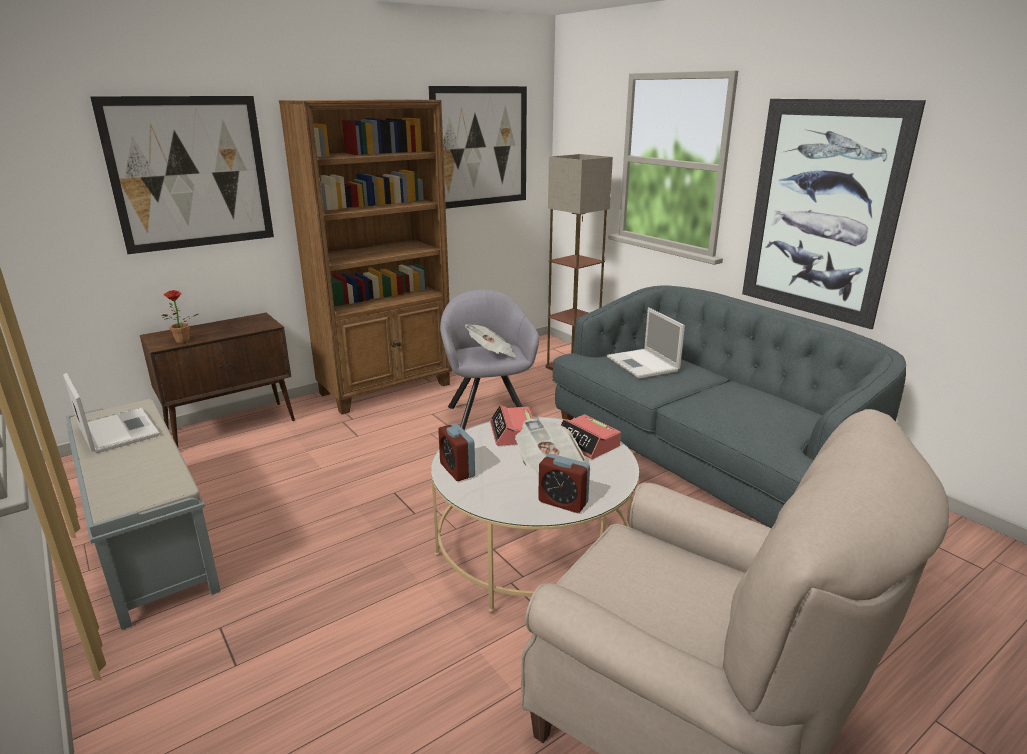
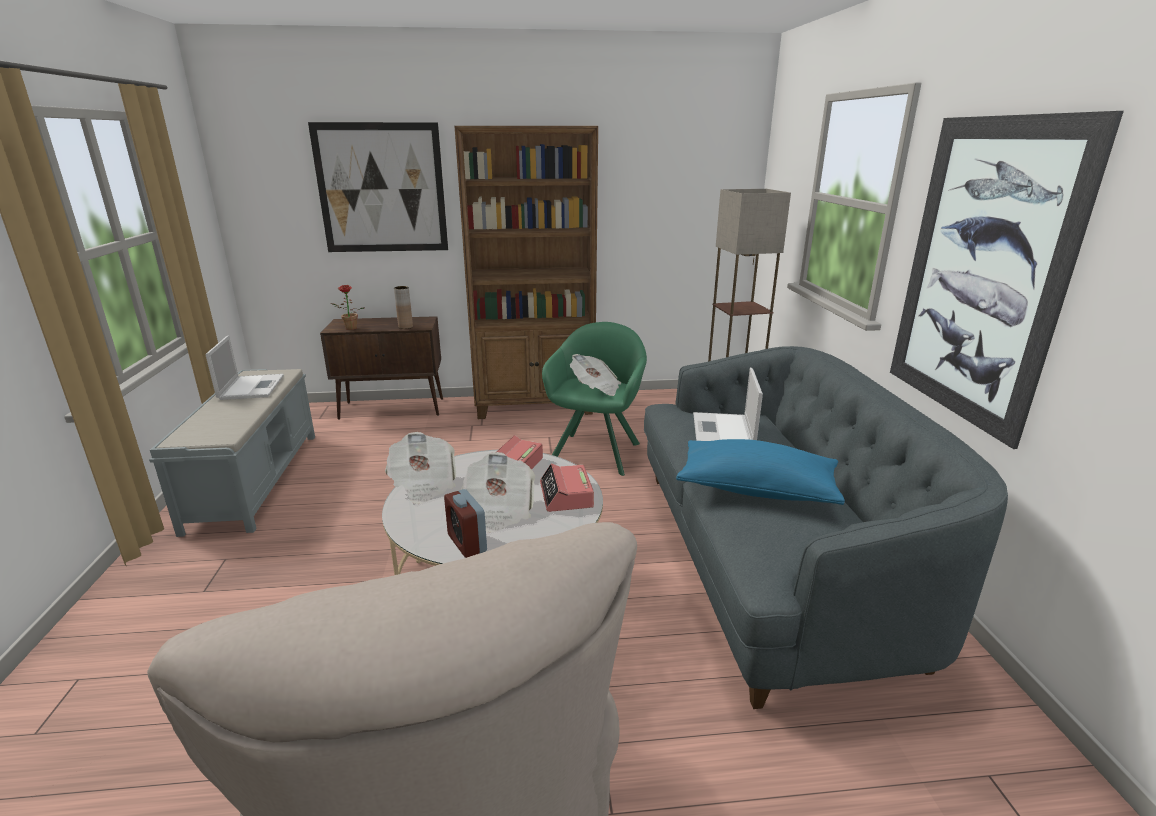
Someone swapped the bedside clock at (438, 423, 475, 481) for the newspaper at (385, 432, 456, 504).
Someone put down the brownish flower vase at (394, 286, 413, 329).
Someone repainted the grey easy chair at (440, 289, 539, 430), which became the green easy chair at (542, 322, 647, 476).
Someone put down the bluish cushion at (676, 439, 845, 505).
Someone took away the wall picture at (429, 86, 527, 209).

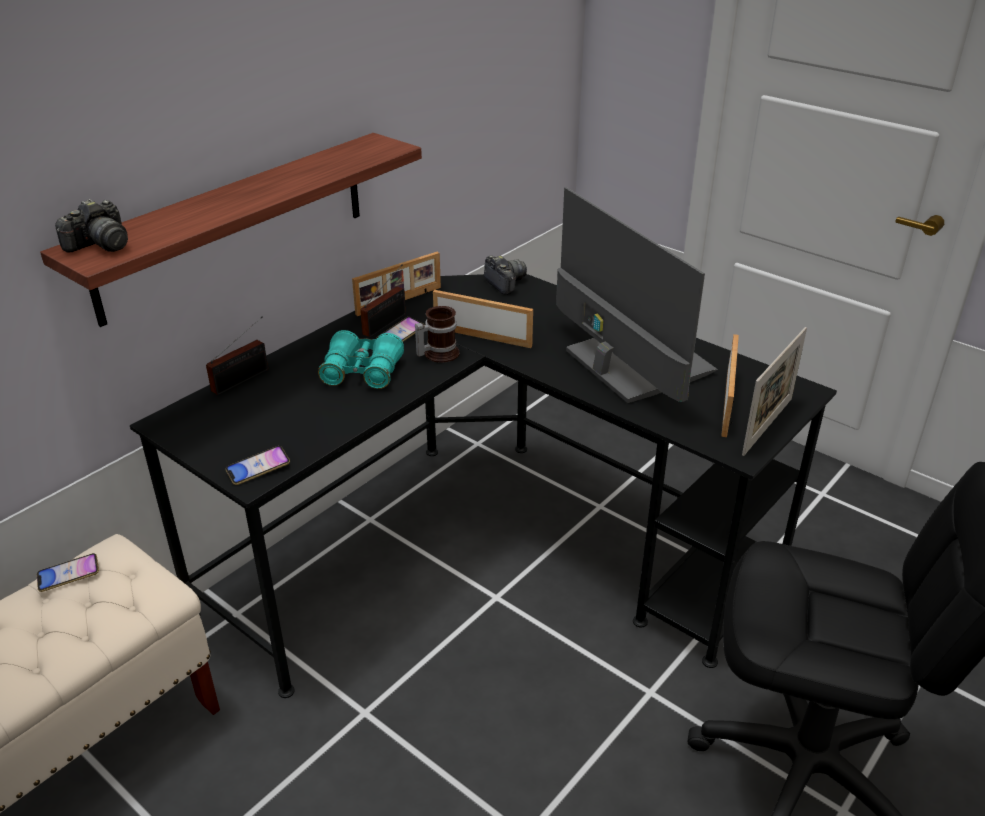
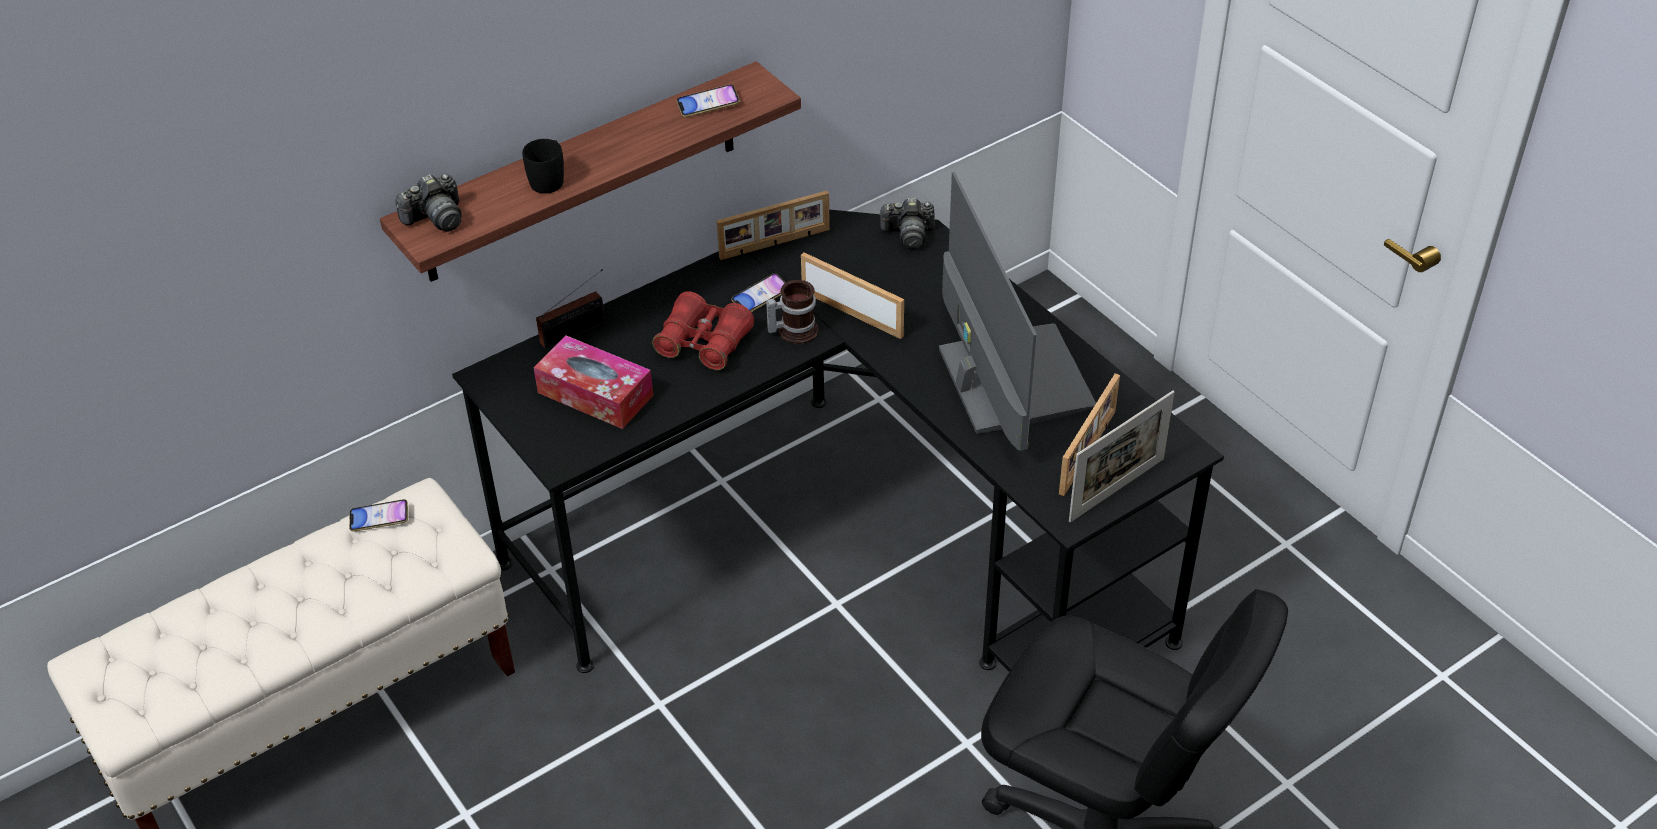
Someone put down the black mug at (522, 139, 564, 194).
Someone put down the tissue holder at (534, 335, 653, 429).
Someone repainted the turquoise-coloured binoculars at (318, 330, 404, 389), which became the red-coloured binoculars at (652, 291, 754, 370).
Someone carried the telephone from (225, 446, 290, 485) to (676, 84, 740, 117).
Someone rotated the still camera at (484, 256, 527, 295) by 105 degrees clockwise.
Someone took away the radio receiver at (360, 265, 406, 337).

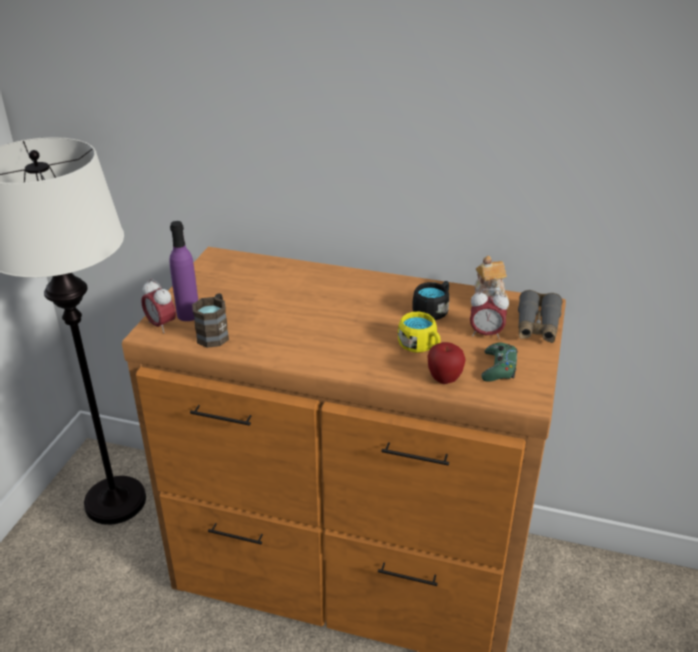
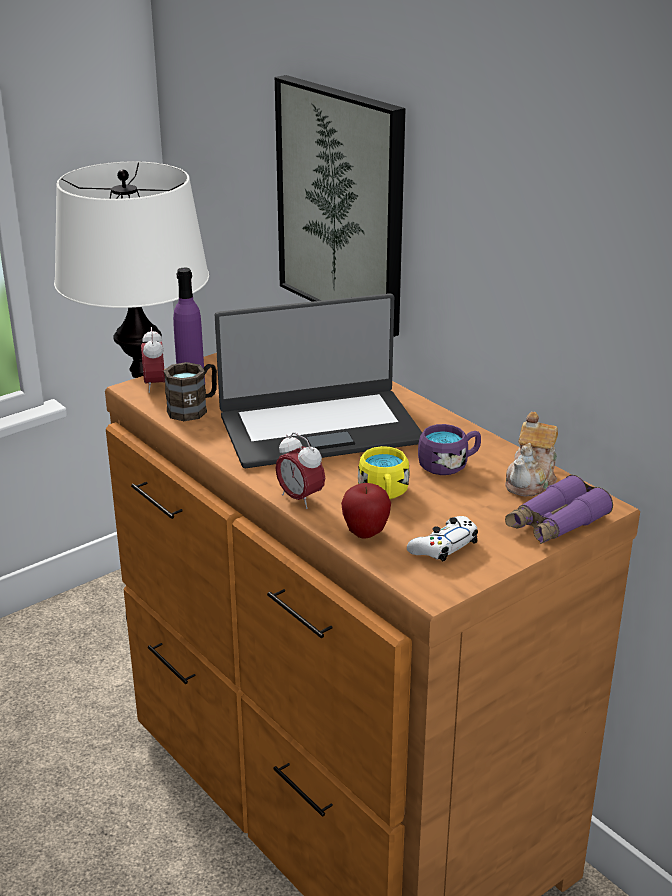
Someone put down the notebook computer at (215, 293, 422, 468).
Someone put up the wall picture at (275, 75, 405, 337).
Someone carried the bedside clock from (470, 289, 509, 339) to (275, 433, 325, 509).
Someone repainted the green gamepad at (481, 342, 518, 382), which became the whitish gamepad at (407, 516, 478, 561).
Someone repainted the black mug at (412, 281, 449, 320), which became the purple mug at (418, 424, 481, 475).
Someone repainted the grey binoculars at (518, 290, 562, 343), which became the purple binoculars at (505, 475, 613, 544).

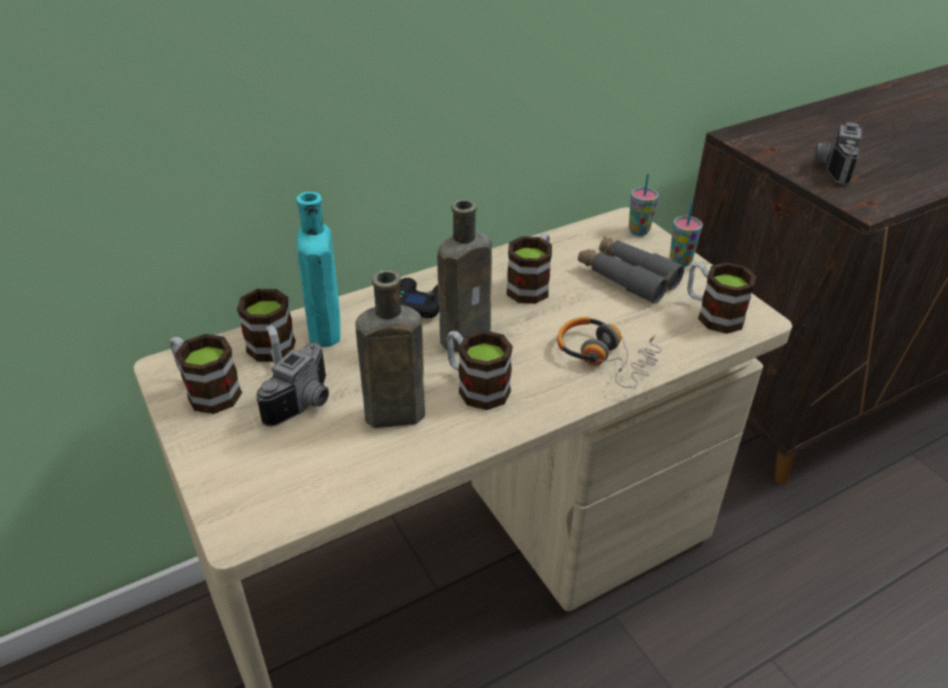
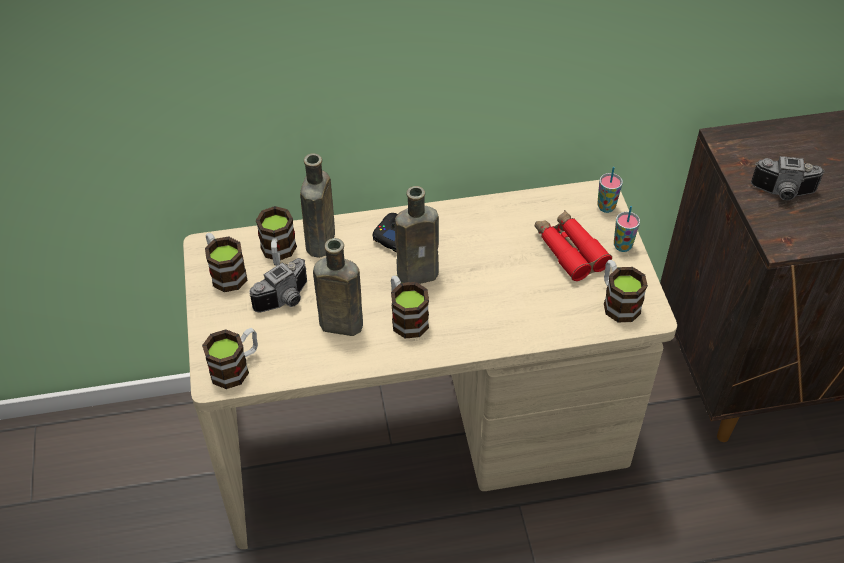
Someone carried the mug from (506, 233, 552, 304) to (202, 328, 258, 389).
Someone repainted the turquoise-coloured drink bottle at (296, 192, 340, 347), which became the brownish drink bottle at (300, 153, 335, 258).
Someone repainted the grey binoculars at (578, 236, 684, 304), which became the red-coloured binoculars at (535, 210, 612, 281).
Someone rotated the still camera at (814, 122, 862, 185) by 120 degrees counterclockwise.
Someone took away the headphones at (557, 317, 662, 388).

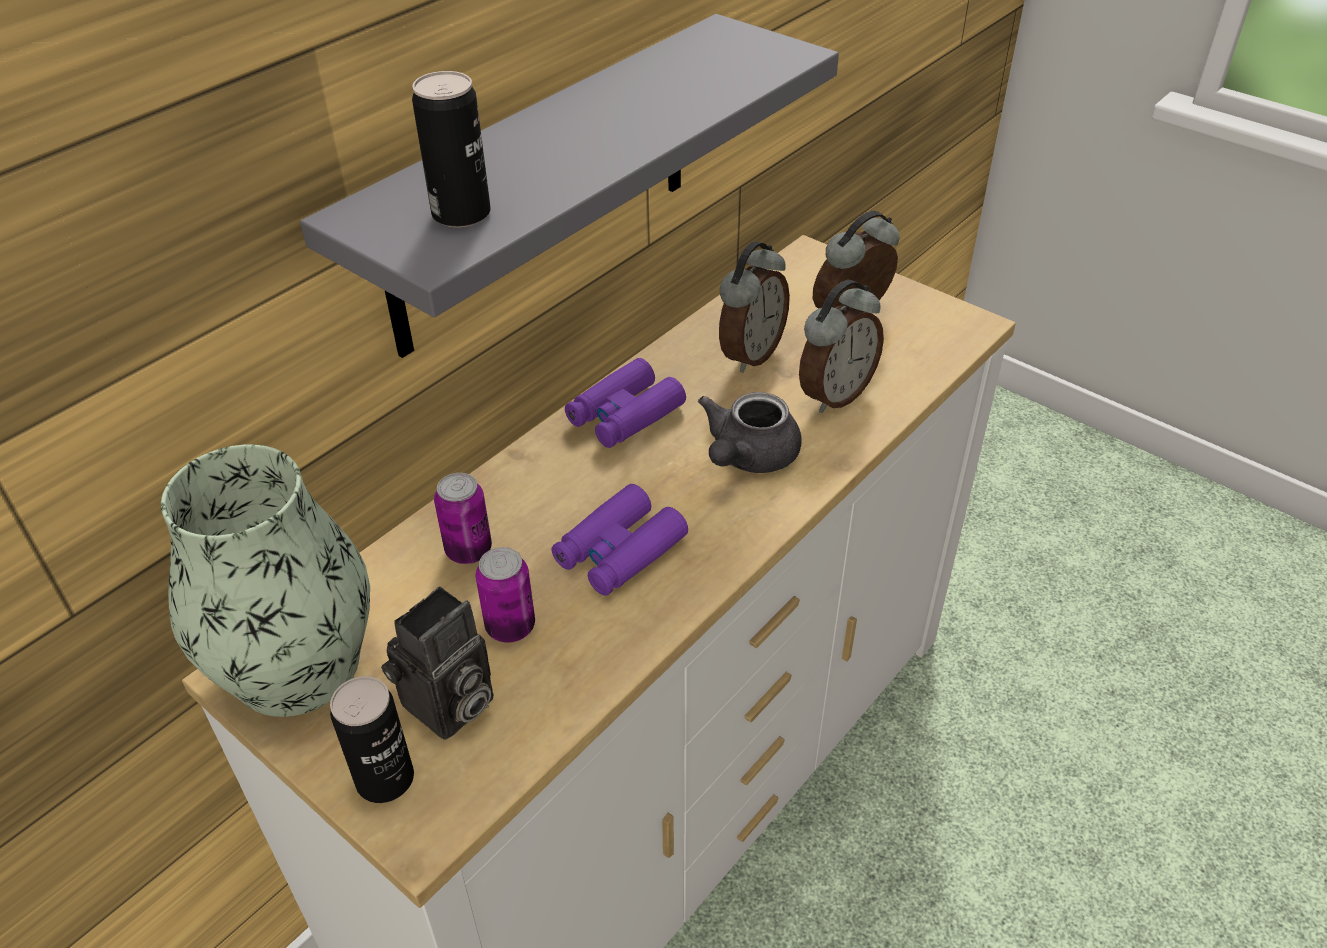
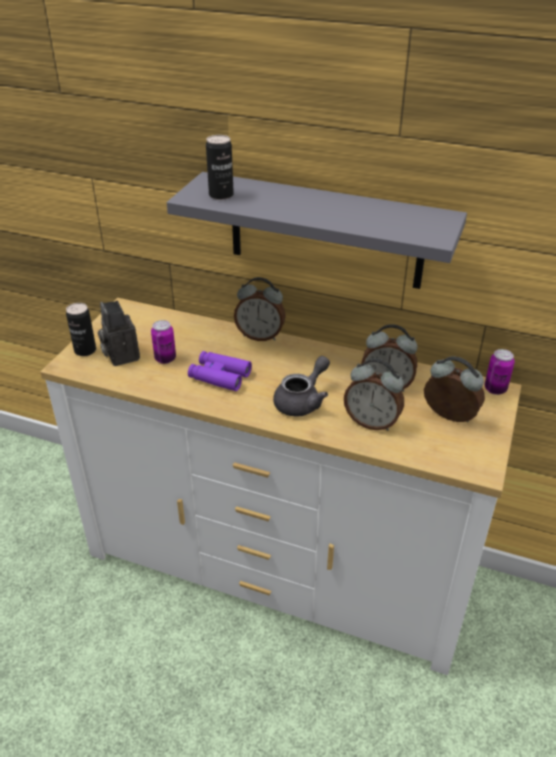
Someone rotated the still camera at (381, 586, 493, 740) by 45 degrees clockwise.
Someone put down the bedside clock at (234, 277, 286, 341).
Someone rotated the grey pot for tea at (698, 392, 801, 473) by 120 degrees clockwise.
Someone carried the sealed can from (434, 473, 492, 564) to (485, 349, 515, 395).
Someone took away the flower vase at (161, 445, 370, 717).
Someone took away the purple binoculars at (565, 358, 686, 448).

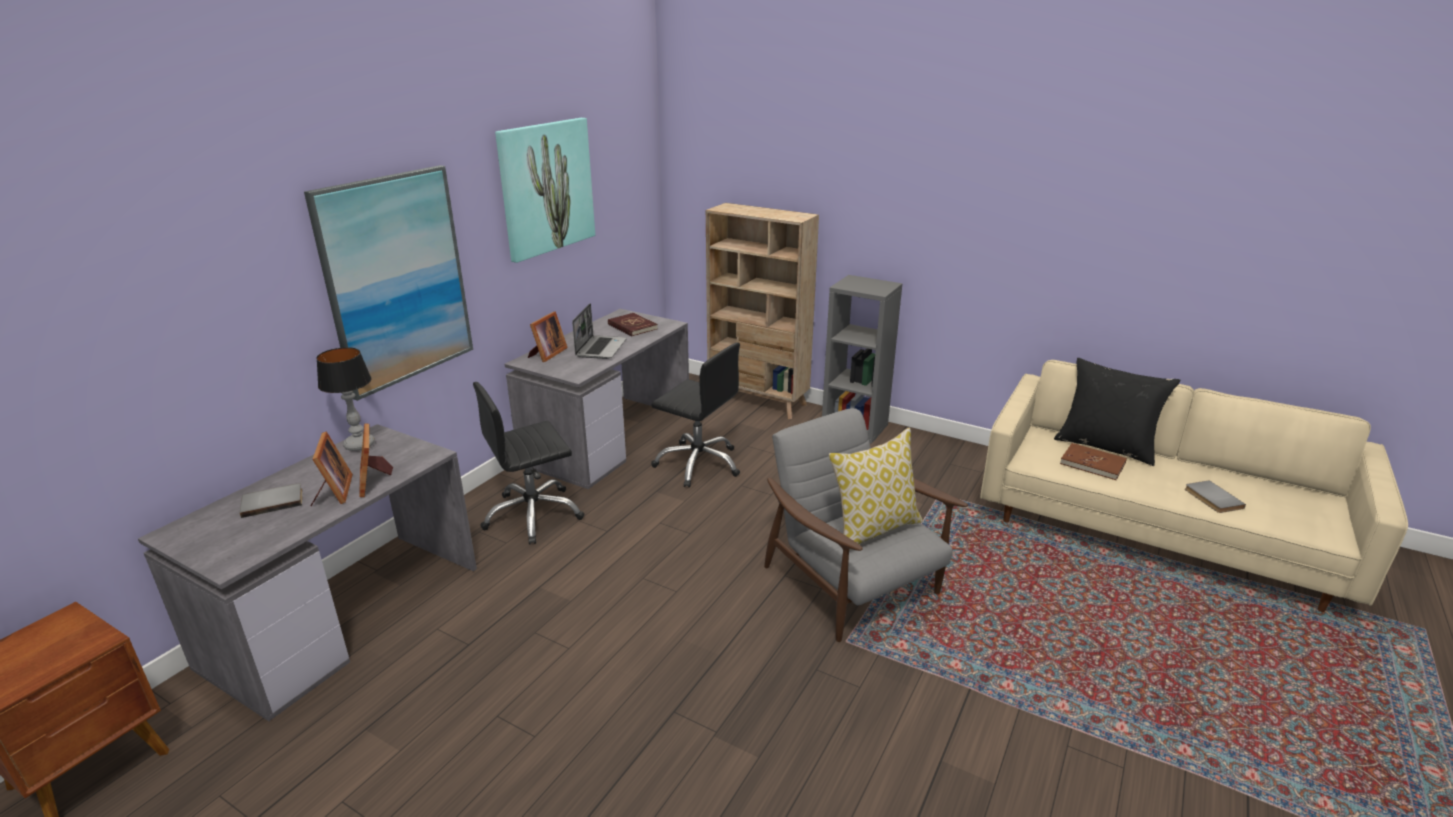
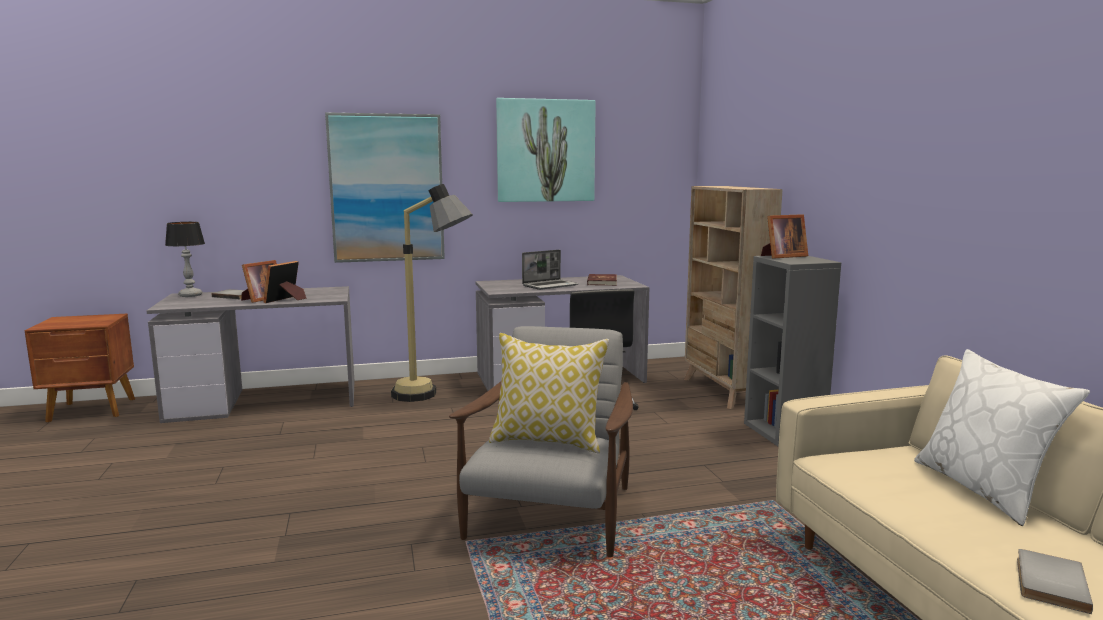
Someone carried the tabletop lamp from (316, 347, 375, 451) to (165, 222, 205, 297).
Someone swapped the black office chair at (473, 382, 584, 544) for the standard lamp at (391, 184, 473, 402).
Someone carried the picture frame from (528, 311, 568, 362) to (761, 214, 808, 259).
Someone repainted the black cushion at (1054, 358, 1181, 466), which became the whitish cushion at (914, 349, 1090, 526).
Someone took away the brownish volume at (1060, 443, 1127, 480).

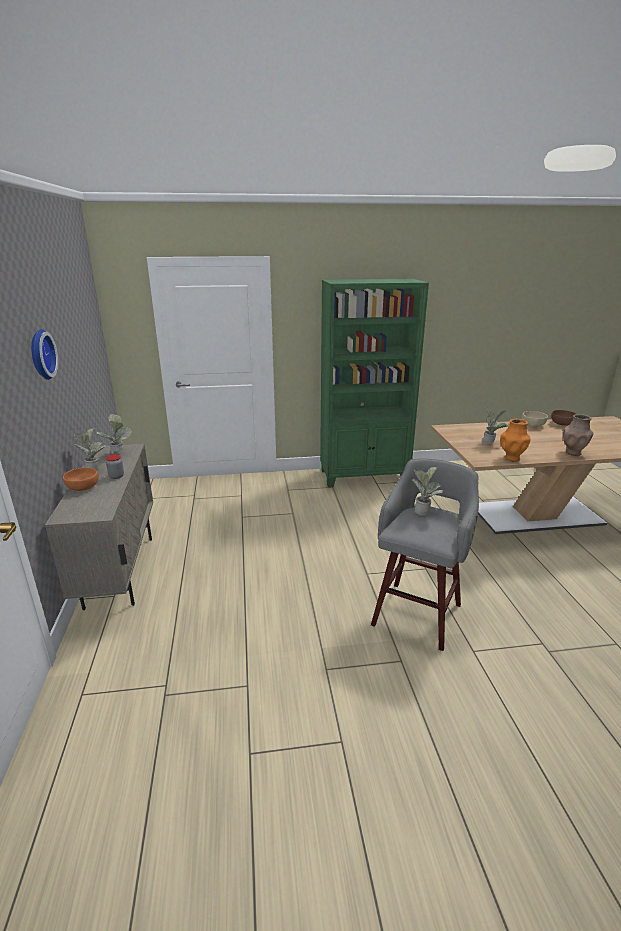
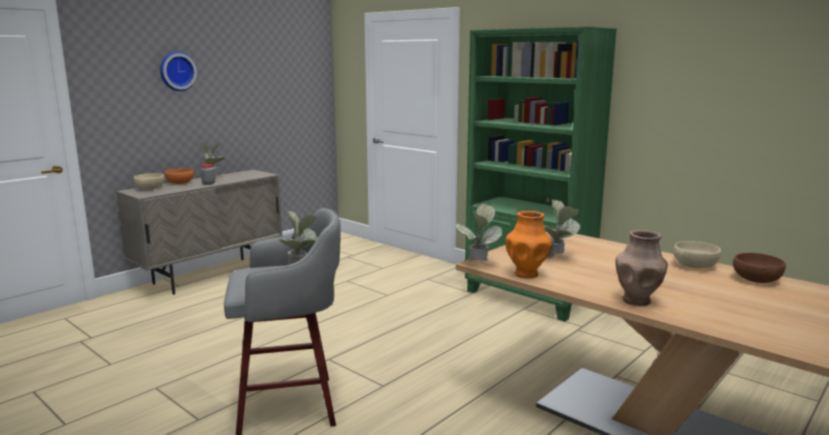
Someone put down the beige-coloured bowl at (134, 173, 165, 190).
Someone carried the potted plant from (97, 414, 132, 454) to (455, 204, 502, 261).

